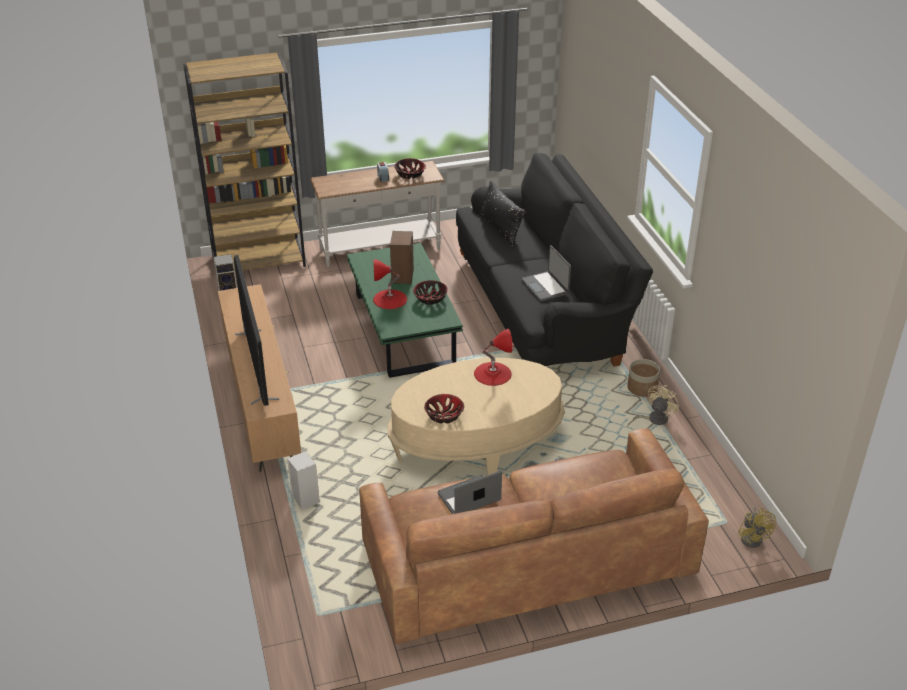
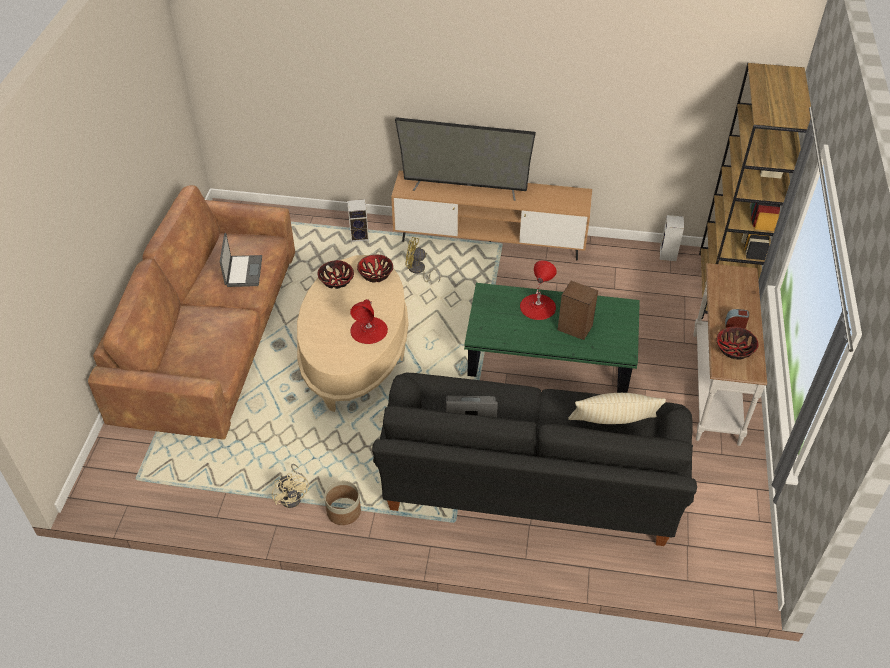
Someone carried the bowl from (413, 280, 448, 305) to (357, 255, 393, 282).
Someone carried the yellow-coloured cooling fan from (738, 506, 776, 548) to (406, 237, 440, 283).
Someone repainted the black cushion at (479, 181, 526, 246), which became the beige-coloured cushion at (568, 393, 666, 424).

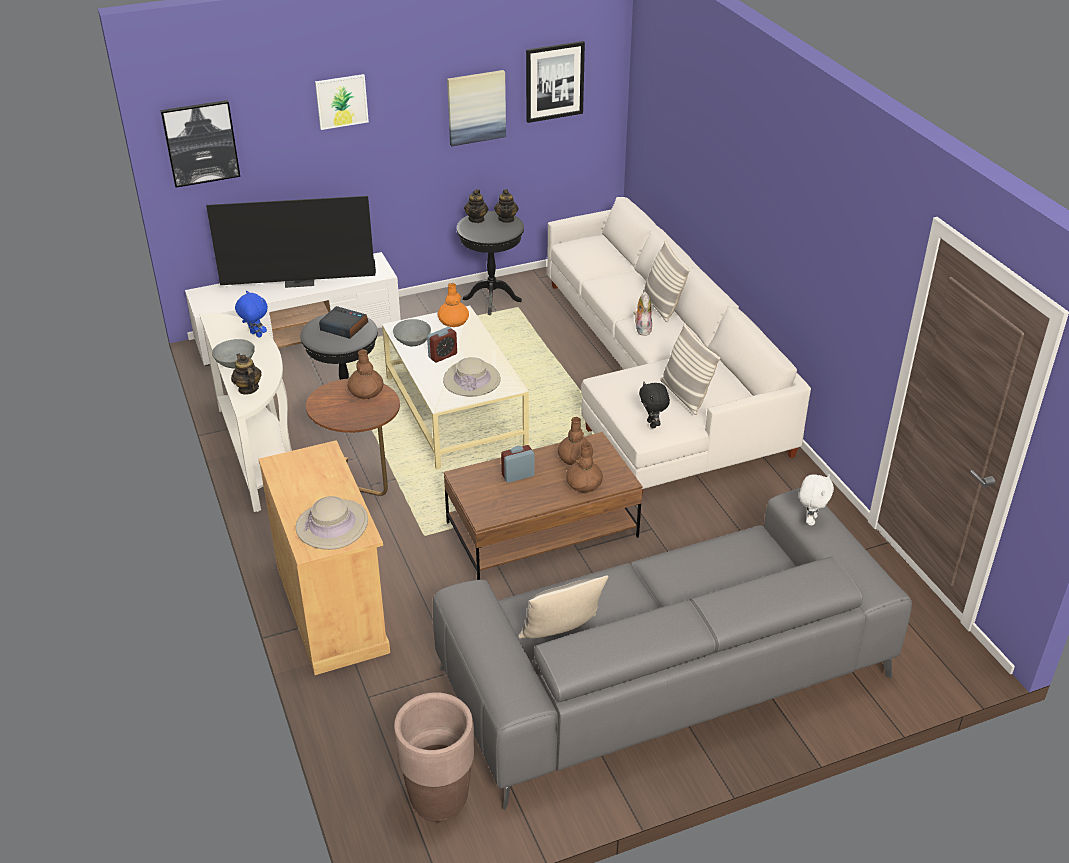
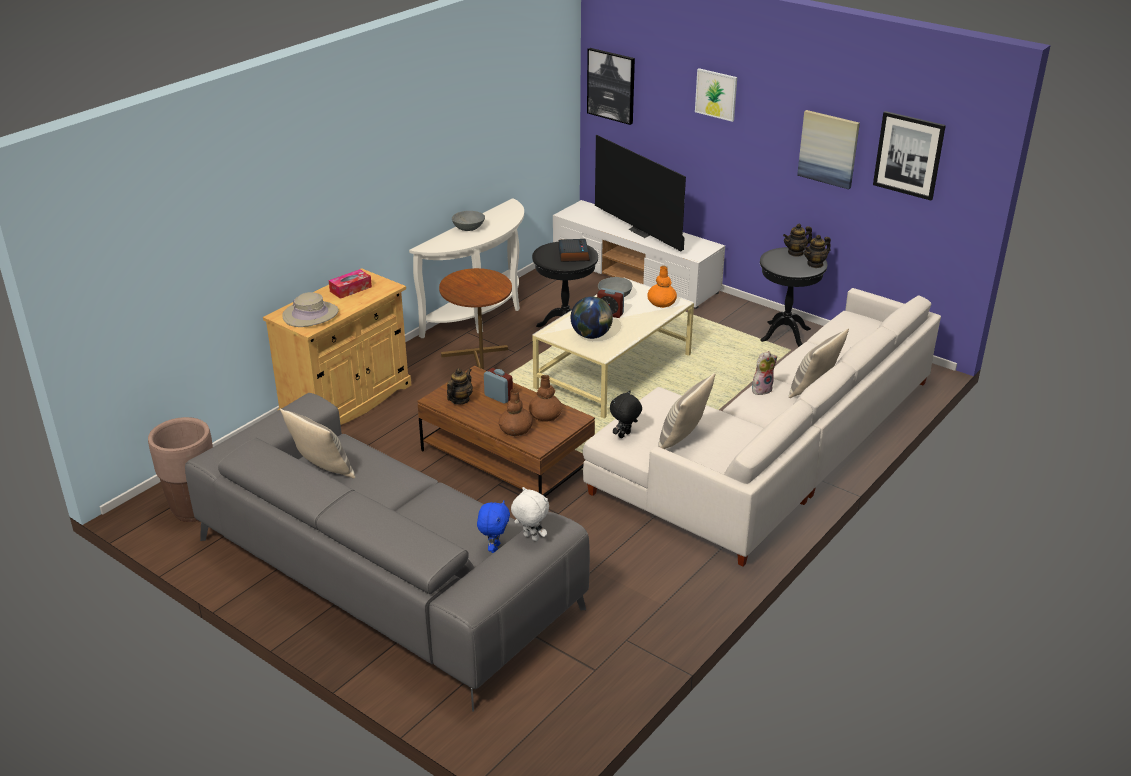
Someone put down the tissue holder at (329, 269, 372, 299).
Someone carried the pot for tea from (231, 354, 262, 395) to (447, 368, 473, 405).
Someone carried the bluish soft toy from (235, 291, 268, 338) to (477, 500, 510, 553).
Someone rotated the whitish soft toy at (799, 474, 834, 526) by 135 degrees counterclockwise.
Someone swapped the beige-coloured clothing hat at (443, 357, 501, 397) for the world globe at (571, 296, 613, 339).
Someone took away the brownish flower vase at (348, 349, 383, 400).

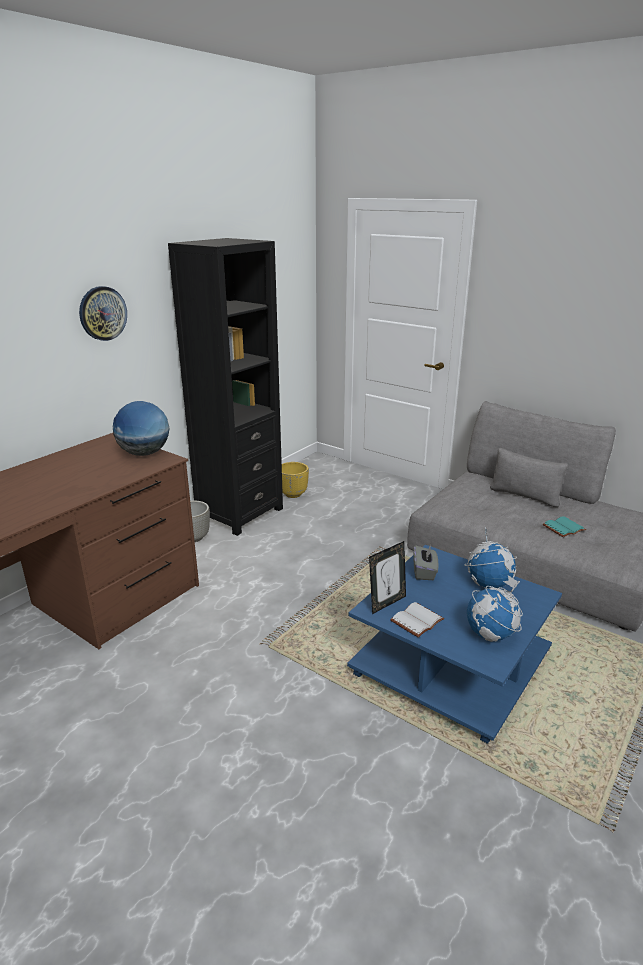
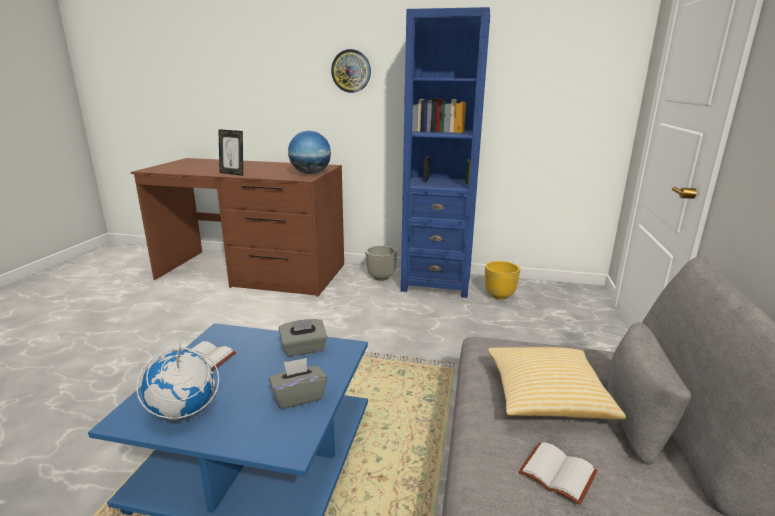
Someone carried the picture frame from (369, 541, 406, 614) to (218, 129, 243, 176).
Someone swapped the world globe at (464, 527, 517, 588) for the grey tissue holder at (269, 358, 327, 409).
Someone repainted the black bookcase at (168, 238, 283, 536), which became the bluish bookcase at (401, 7, 490, 298).
Someone put down the cushion at (488, 347, 626, 420).
Someone repainted the turquoise-coloured volume at (543, 516, 586, 537), which became the whitish volume at (519, 442, 598, 505).

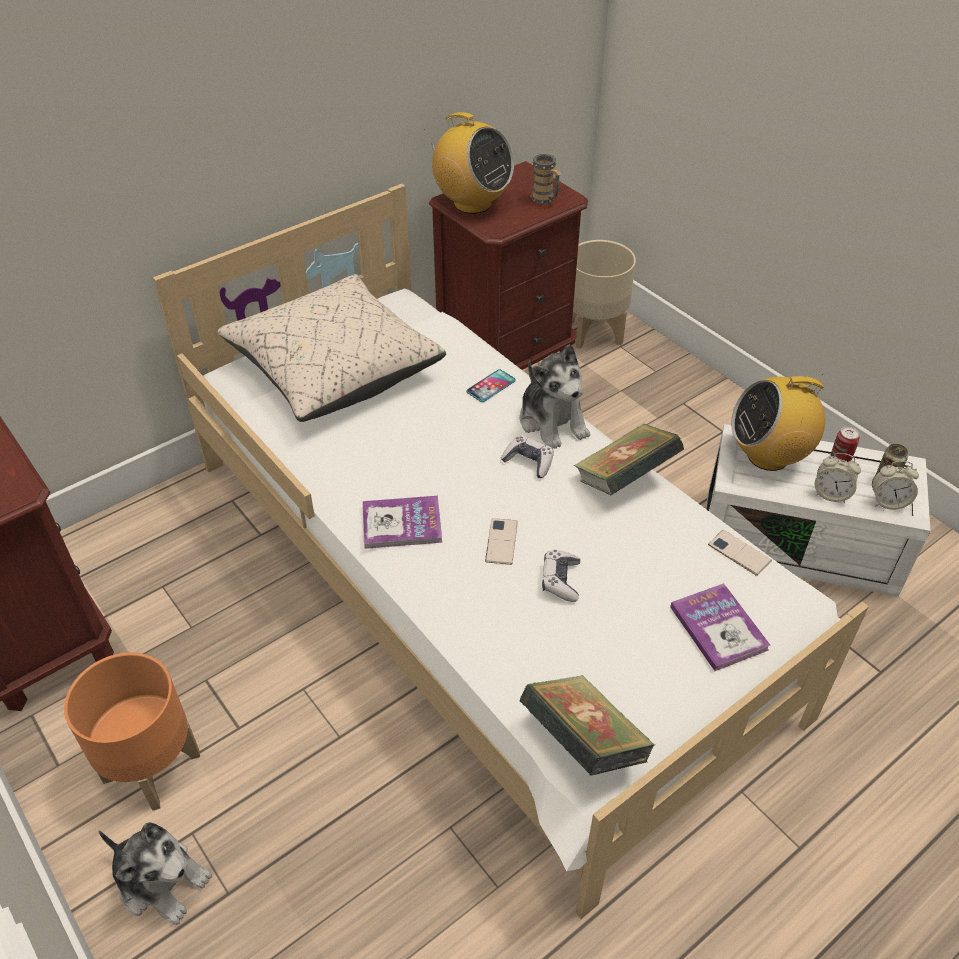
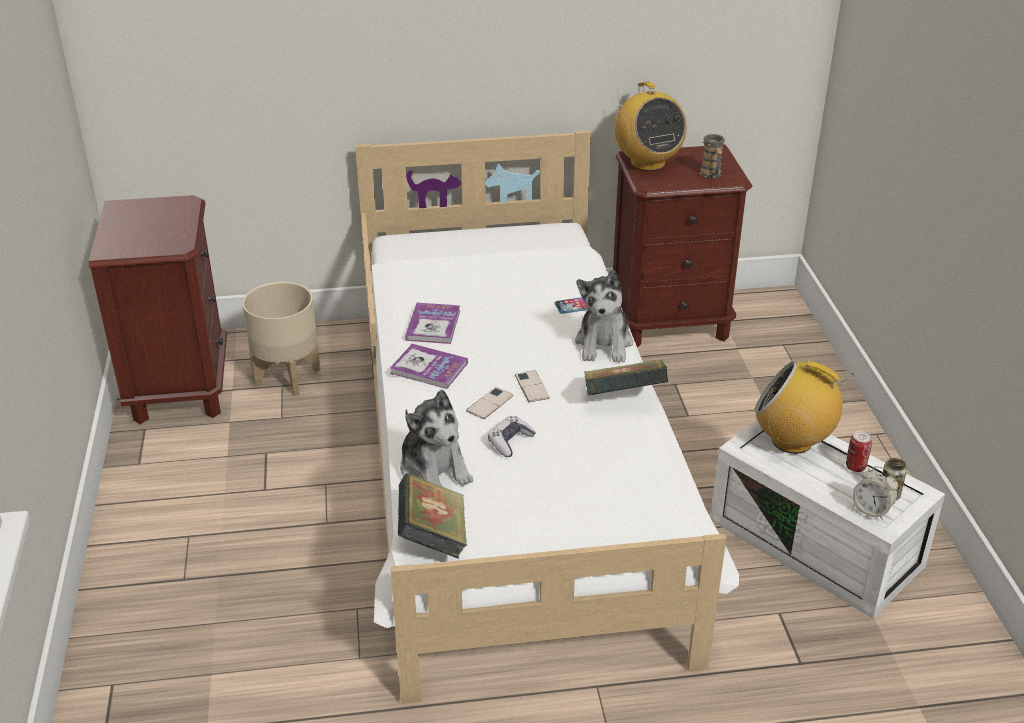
Someone carried the beige-coloured planter from (572, 240, 636, 349) to (242, 282, 320, 396).
Someone carried the soft toy from (98, 822, 212, 925) to (400, 389, 473, 486).
Someone carried the volume from (670, 583, 770, 671) to (405, 303, 460, 344).
Someone carried the telephone from (708, 530, 772, 576) to (515, 370, 550, 402).
Someone took away the orange planter at (64, 652, 200, 811).
Someone took away the beige-coloured cushion at (218, 274, 446, 422).
Someone took away the gamepad at (500, 435, 554, 478).
Someone took away the bedside clock at (815, 453, 861, 503).

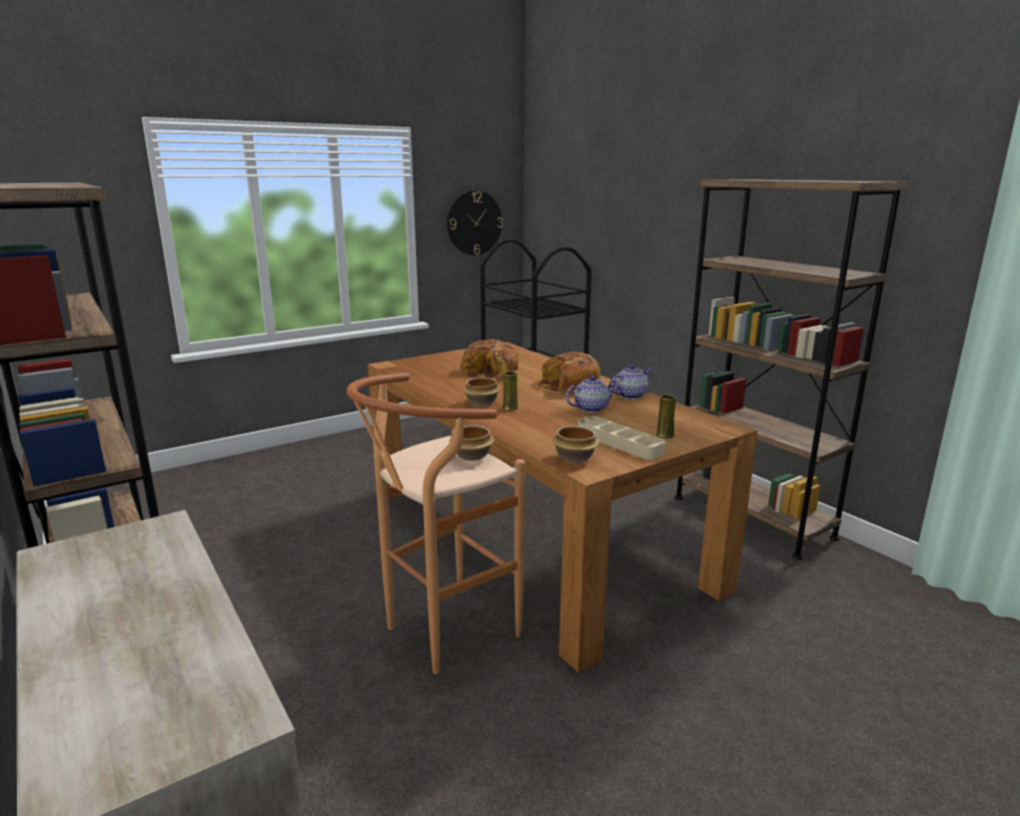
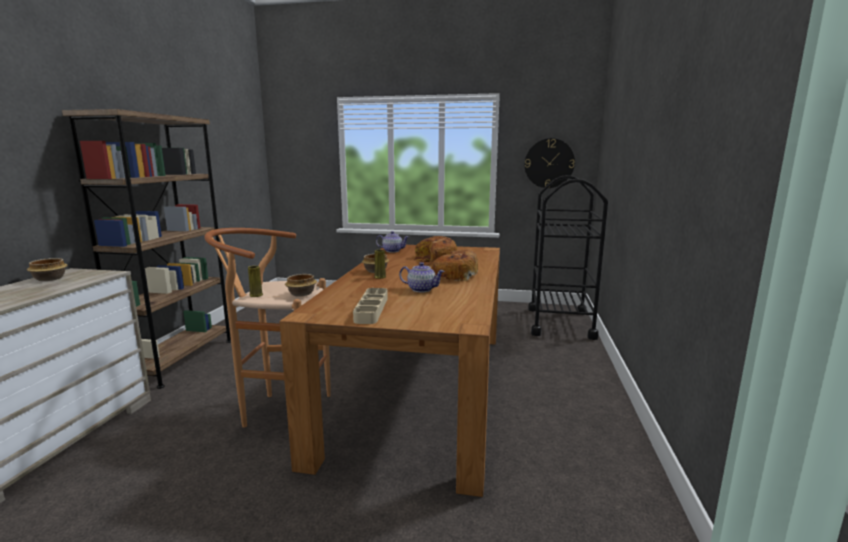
Someone carried the bowl from (552, 426, 599, 463) to (27, 258, 68, 281).
Someone carried the yellow-coloured flower vase from (656, 394, 676, 438) to (248, 266, 263, 297).
Someone carried the pot for tea from (612, 365, 651, 399) to (376, 231, 409, 253).
Someone took away the brownish bookcase at (675, 179, 908, 560).

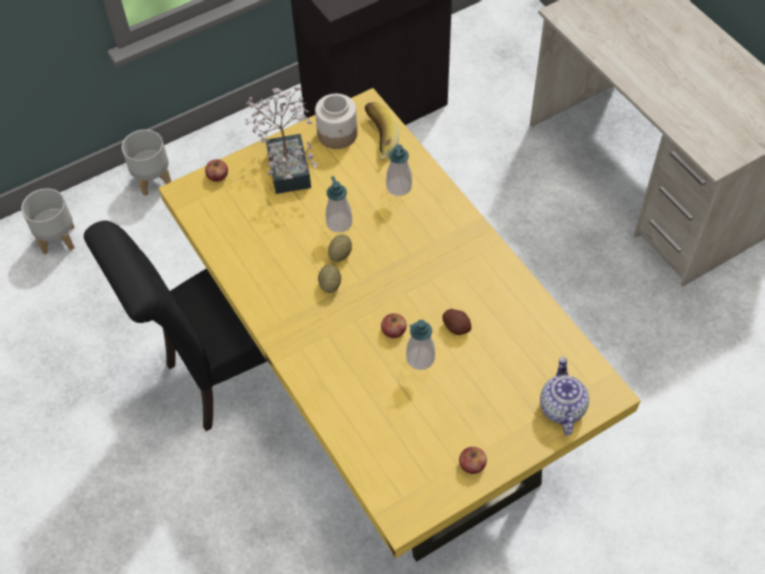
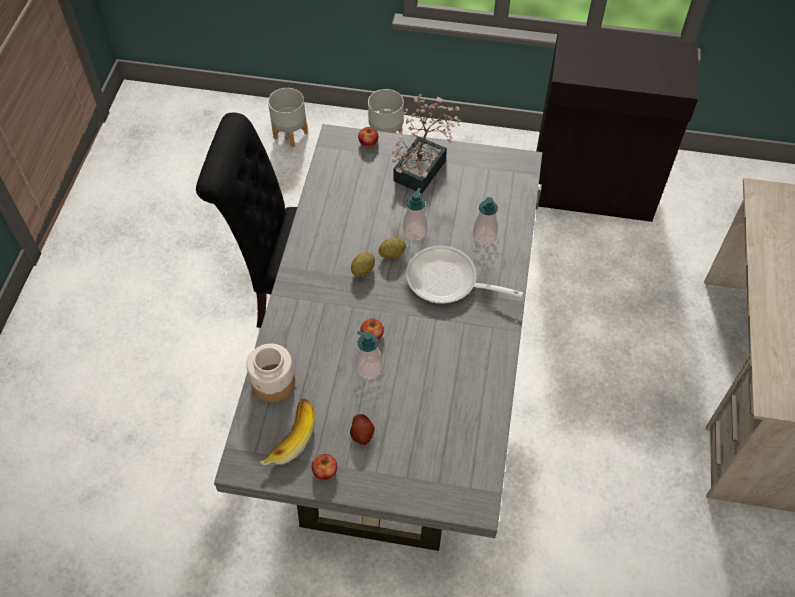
Someone repainted the yellow-coloured kitchen table at (158, 88, 641, 562), which became the grey kitchen table at (214, 124, 543, 551).
Someone carried the jar from (315, 94, 357, 149) to (246, 344, 295, 402).
Someone carried the banana fruit from (365, 102, 398, 158) to (260, 399, 315, 465).
Someone carried the whole potato from (442, 309, 471, 335) to (350, 414, 375, 445).
Someone put down the frying pan at (406, 246, 523, 304).
Someone took away the pot for tea at (540, 356, 589, 435).

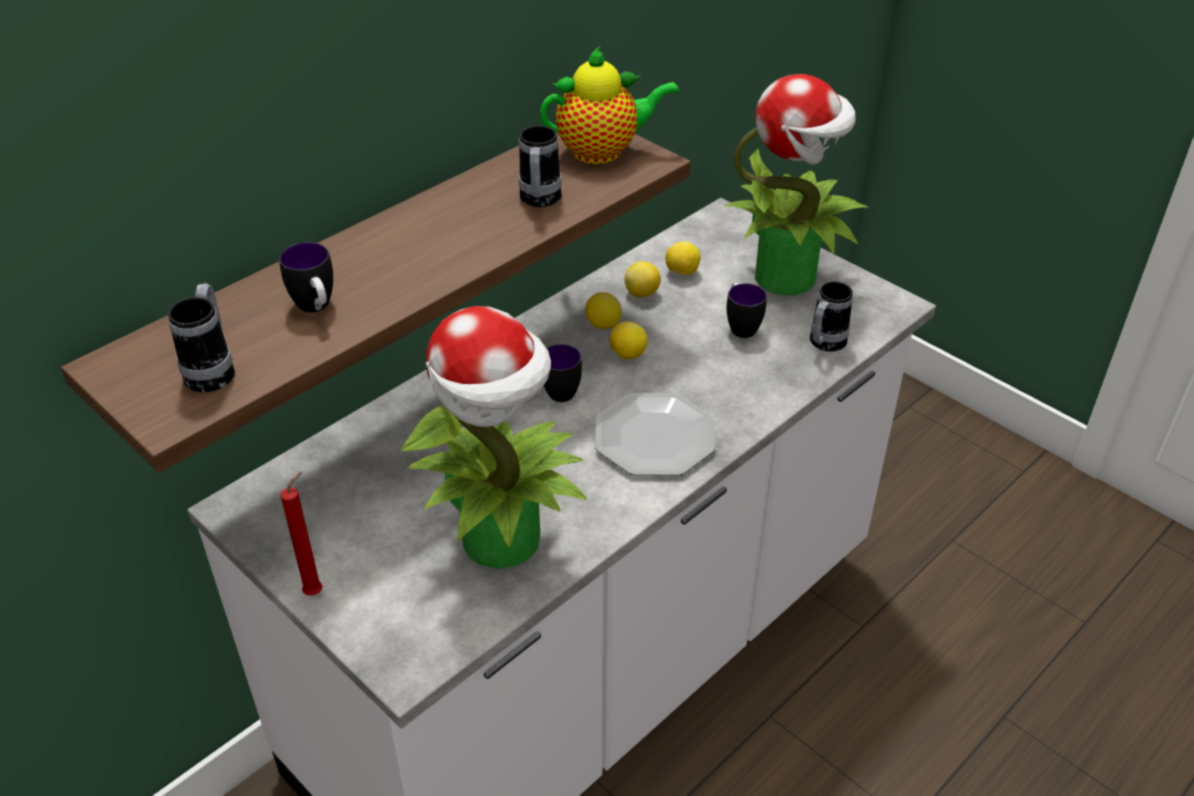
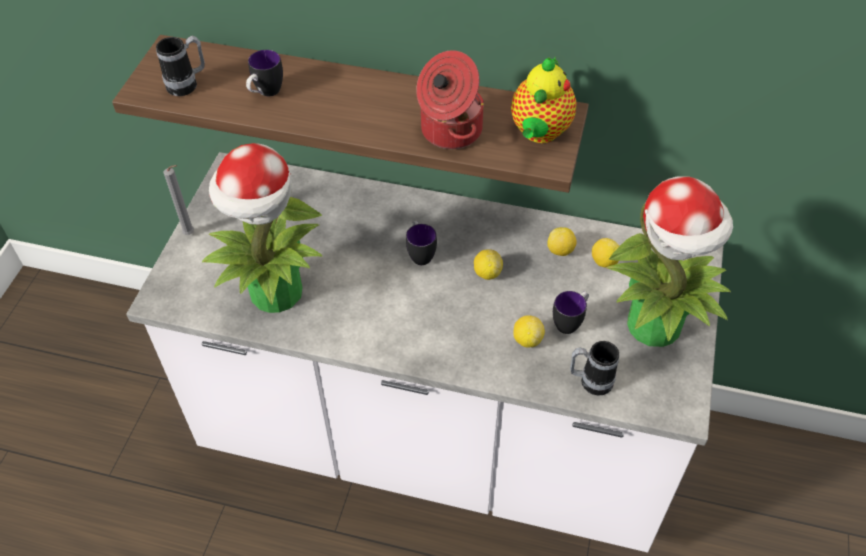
Someone repainted the red-coloured wax candle at (280, 472, 323, 596), which became the grey wax candle at (163, 165, 194, 235).
Someone swapped the mug at (519, 125, 562, 207) for the cooking pot at (416, 50, 484, 149).
Someone rotated the pot for tea at (540, 47, 680, 164) by 60 degrees clockwise.
Someone carried the whole lemon from (585, 292, 622, 329) to (513, 315, 545, 348).
Someone took away the plate at (595, 393, 716, 476).

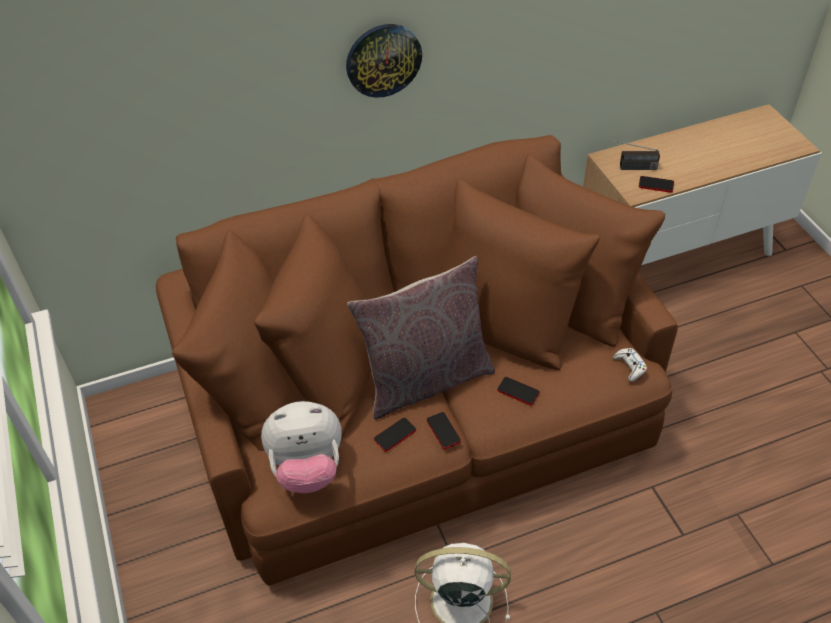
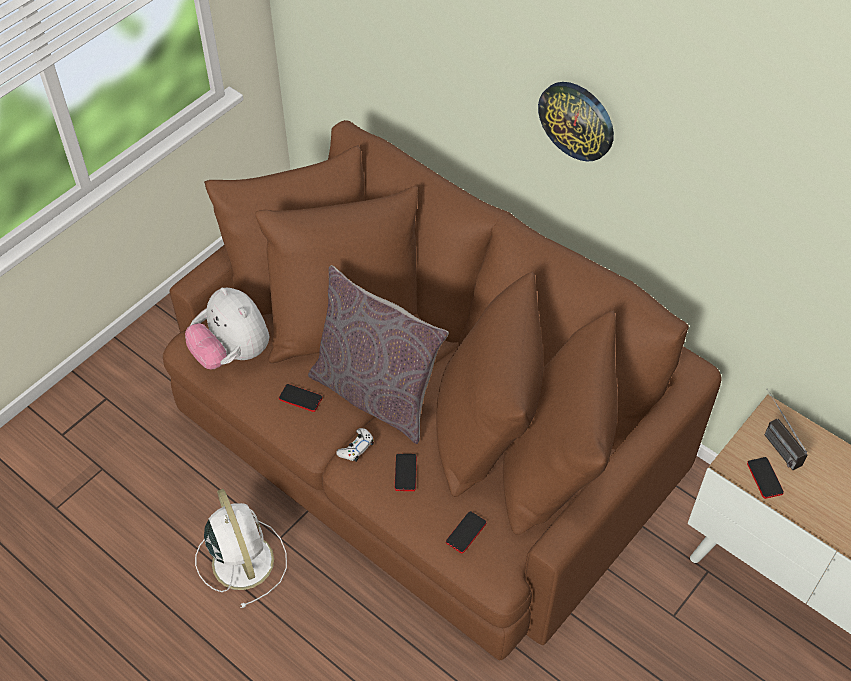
Someone carried the whitish gamepad from (613, 348, 647, 382) to (336, 428, 374, 462).
Someone carried the telephone from (427, 412, 461, 449) to (446, 511, 486, 553).

